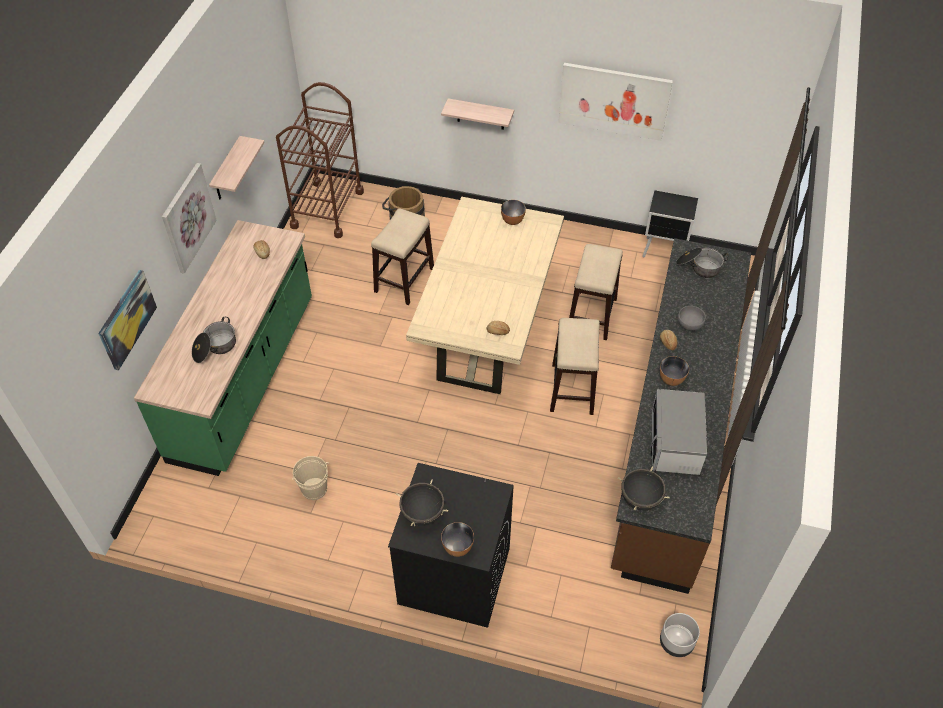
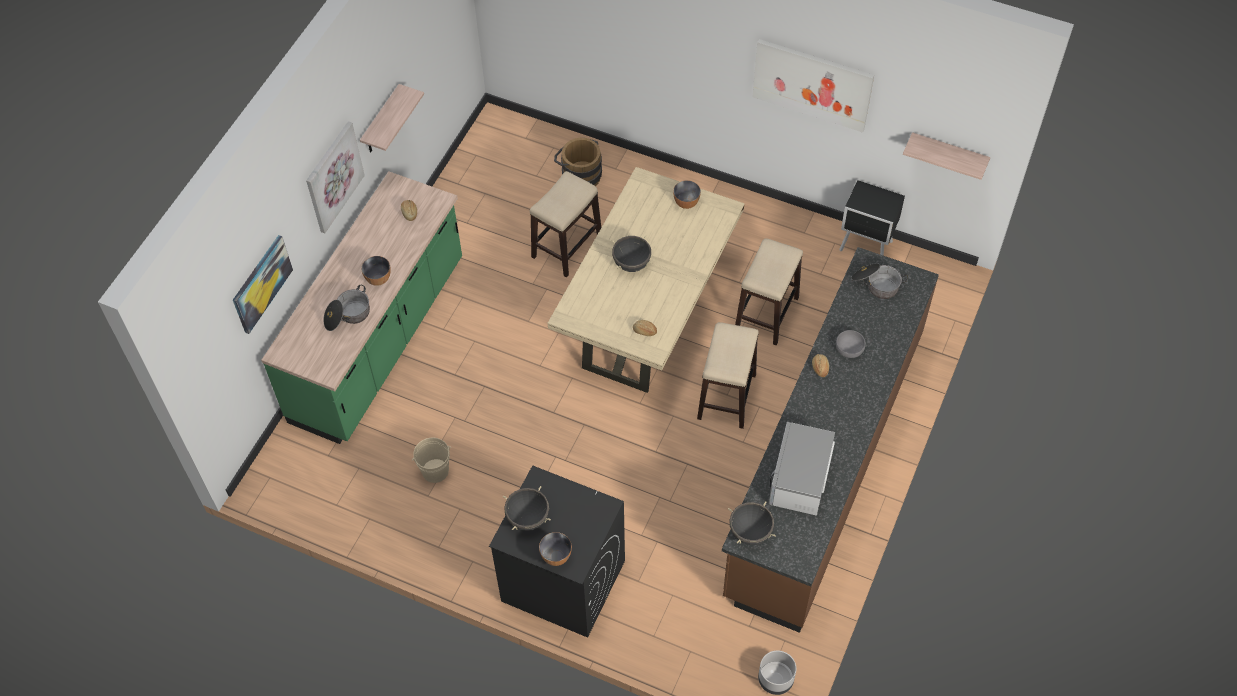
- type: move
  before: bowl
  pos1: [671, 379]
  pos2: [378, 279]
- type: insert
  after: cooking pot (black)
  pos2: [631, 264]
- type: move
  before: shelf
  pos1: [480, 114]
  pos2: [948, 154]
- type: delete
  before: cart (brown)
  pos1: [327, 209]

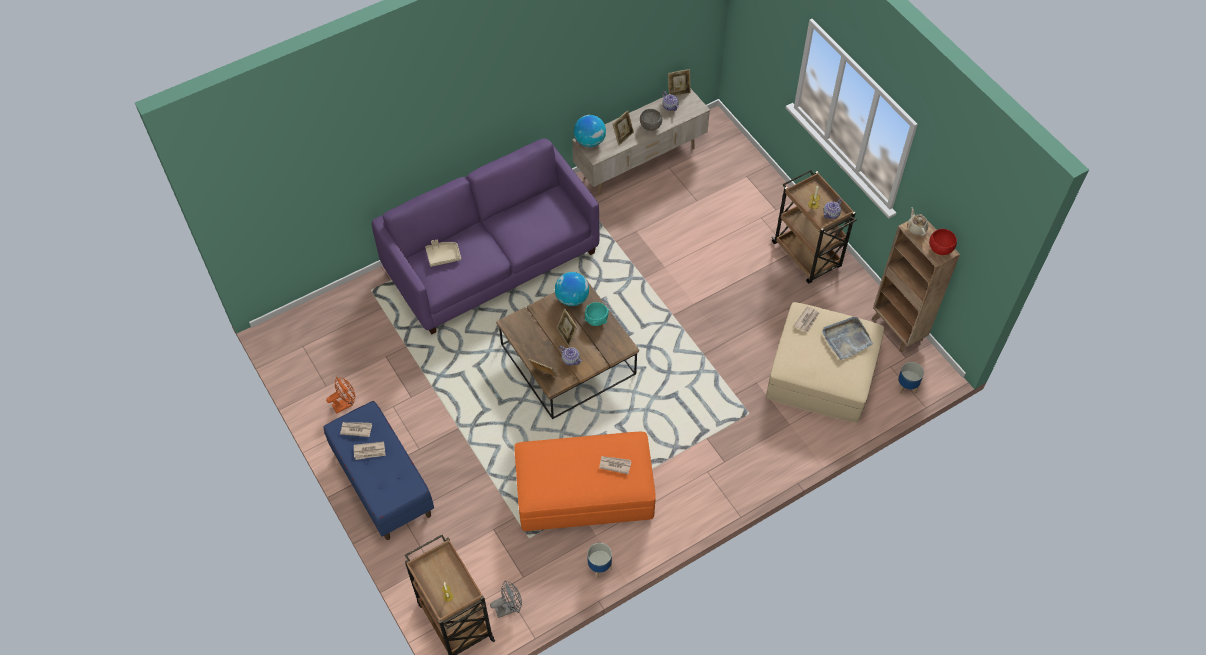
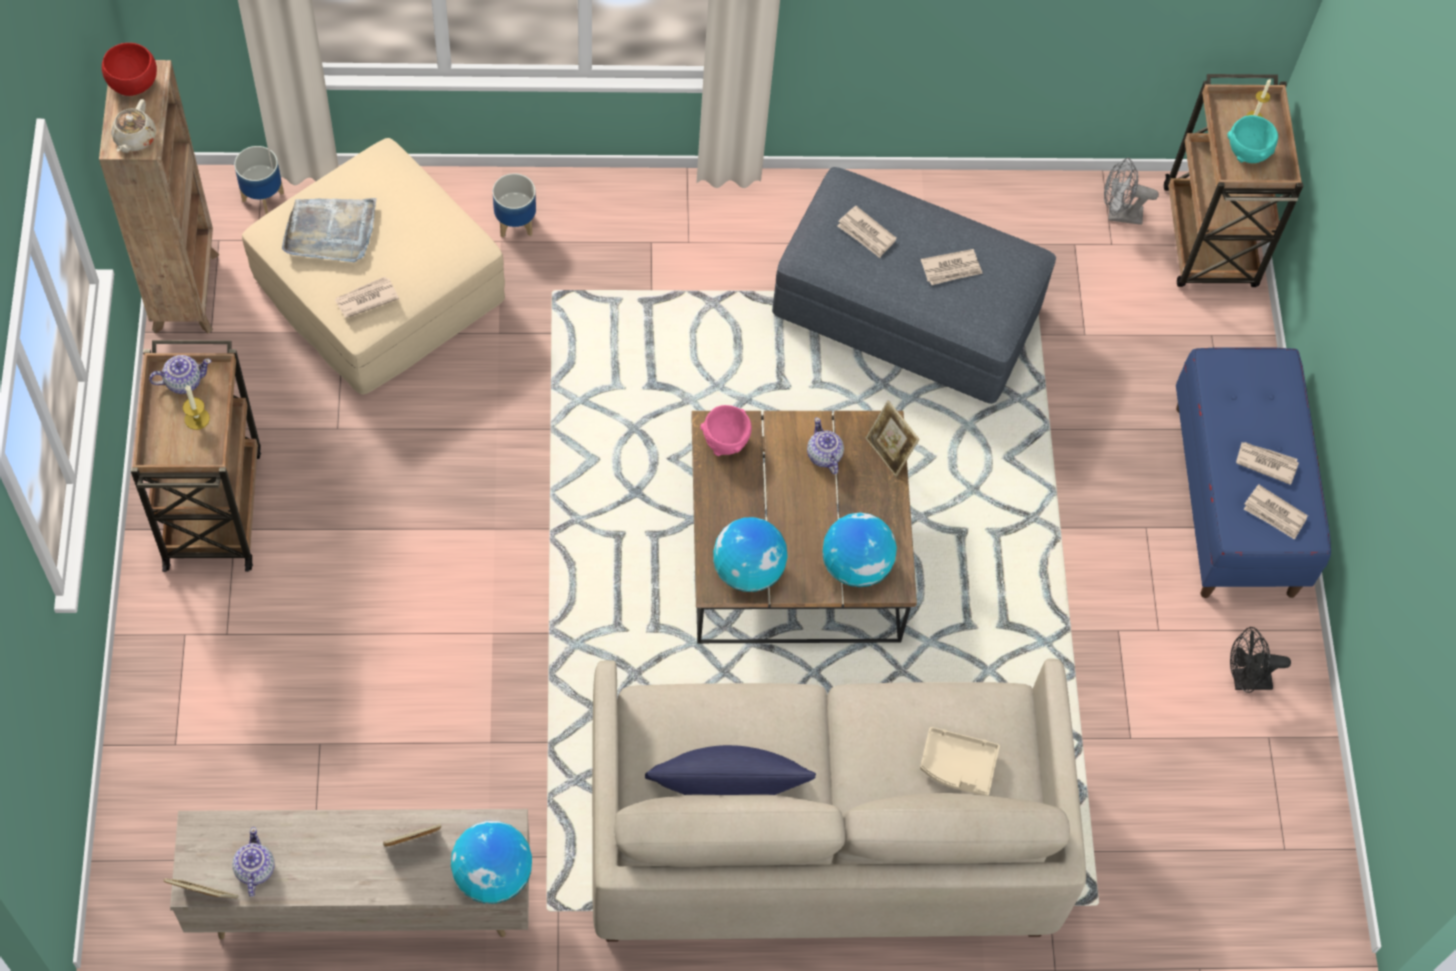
- type: move
  before: planter
  pos1: [599, 567]
  pos2: [515, 223]
- type: recolor
  before: sofa (purple)
  after: sofa (beige)
  pos1: [492, 261]
  pos2: [819, 836]
- type: insert
  after: pillow (blue)
  pos2: [727, 788]
- type: insert
  after: bowl (pink)
  pos2: [725, 441]
- type: recolor
  before: ottoman (orange)
  after: ottoman (grey)
  pos1: [584, 493]
  pos2: [907, 311]
- type: insert
  after: globe
  pos2: [856, 565]
- type: insert
  after: newspaper
  pos2: [951, 269]
- type: move
  before: bowl (turquoise)
  pos1: [596, 320]
  pos2: [1247, 152]
- type: recolor
  before: fan (orange)
  after: fan (black)
  pos1: [345, 404]
  pos2: [1245, 681]
- type: delete
  before: picture frame
  pos1: [567, 335]
- type: delete
  before: bowl (grey)
  pos1: [651, 126]

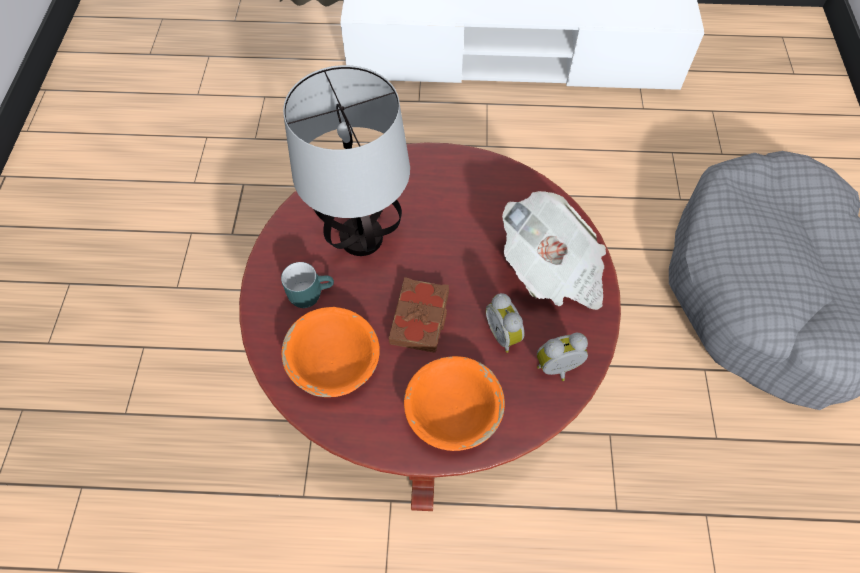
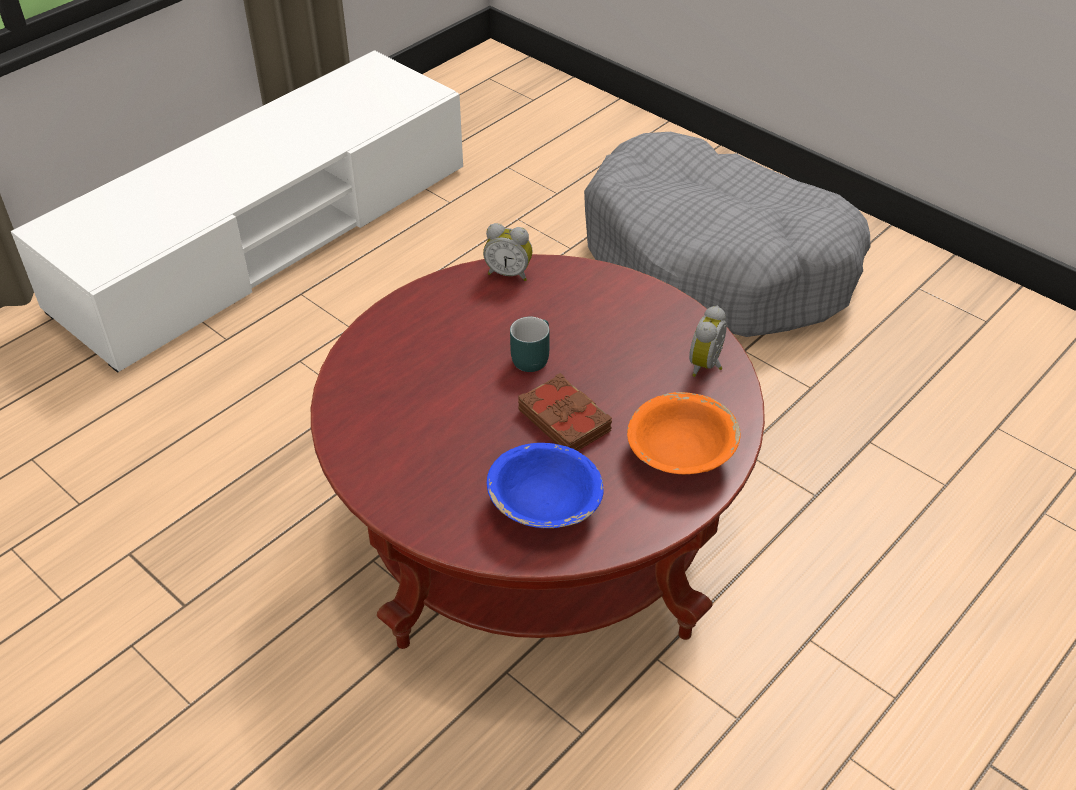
- type: move
  before: alarm clock
  pos1: [504, 334]
  pos2: [509, 273]
- type: recolor
  before: bowl (orange)
  after: bowl (blue)
  pos1: [334, 361]
  pos2: [545, 505]
- type: move
  before: mug (turquoise)
  pos1: [310, 292]
  pos2: [530, 356]
- type: delete
  before: table lamp
  pos1: [363, 238]
- type: delete
  before: newspaper
  pos1: [553, 270]

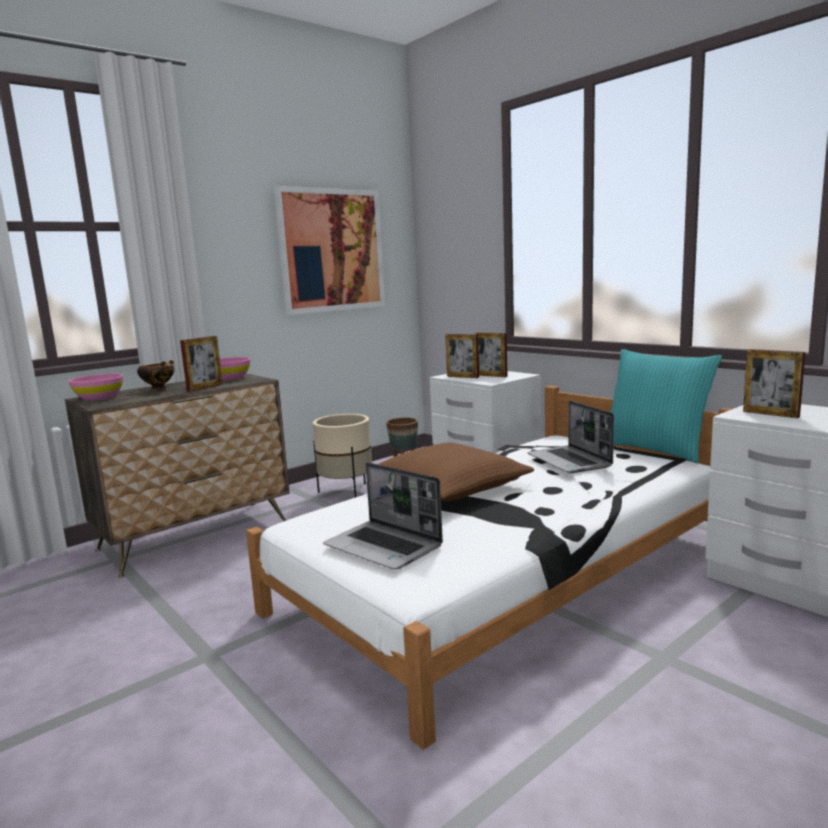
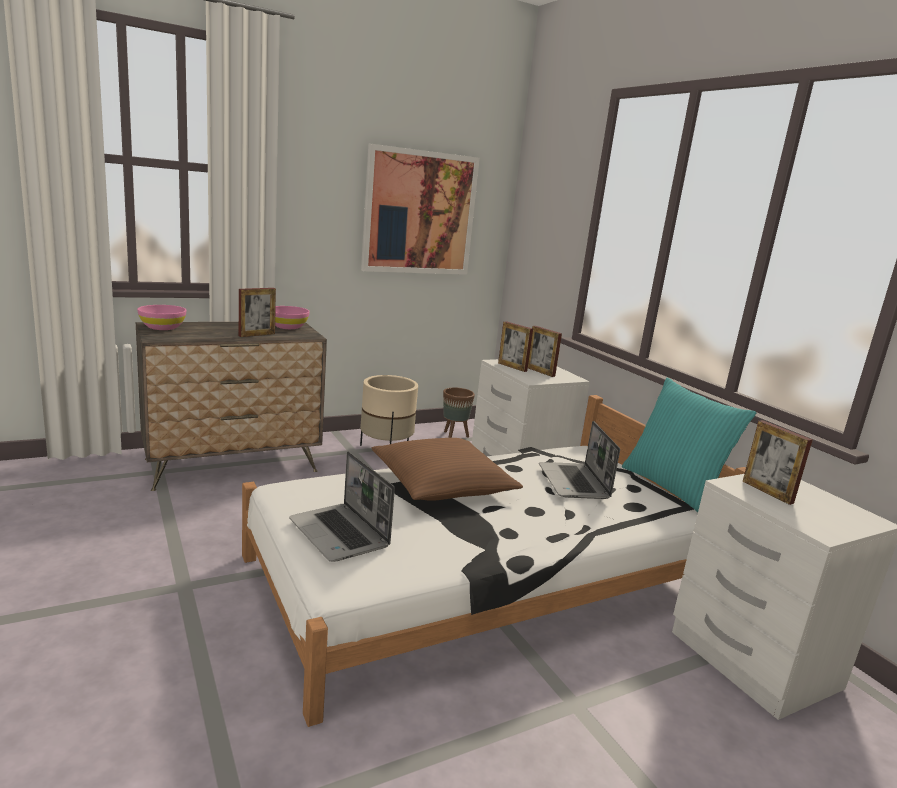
- type: delete
  before: bowl
  pos1: [159, 389]

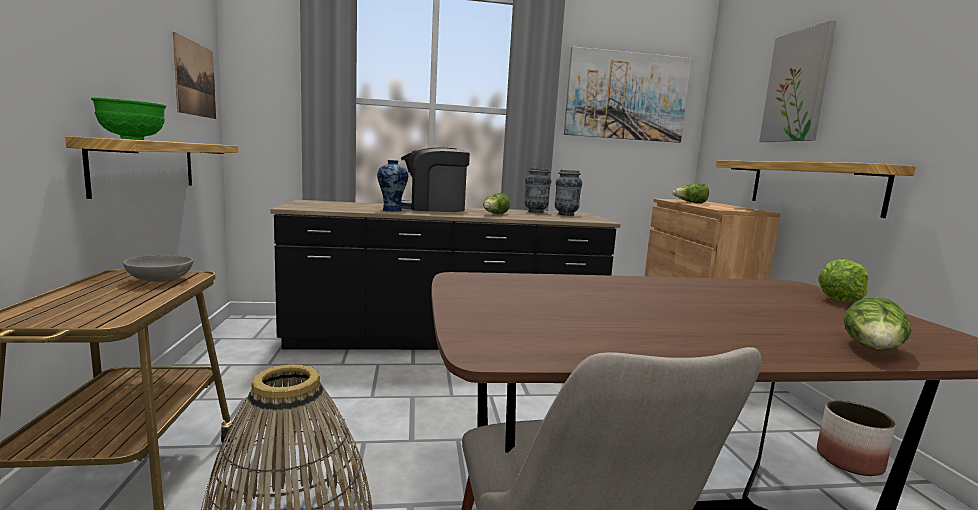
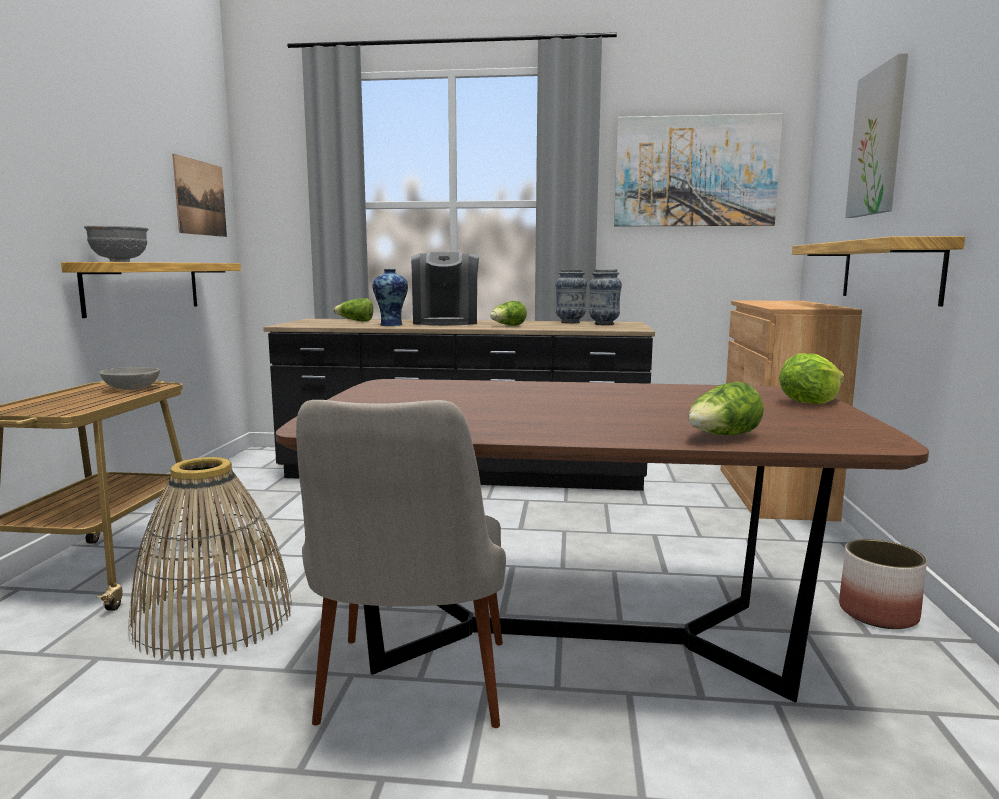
- type: recolor
  before: bowl (green)
  after: bowl (grey)
  pos1: [133, 139]
  pos2: [120, 261]
- type: move
  before: lettuce
  pos1: [690, 203]
  pos2: [355, 321]
- type: rotate
  before: coffee machine
  pos1: [433, 208]
  pos2: [445, 322]
  turn: -105

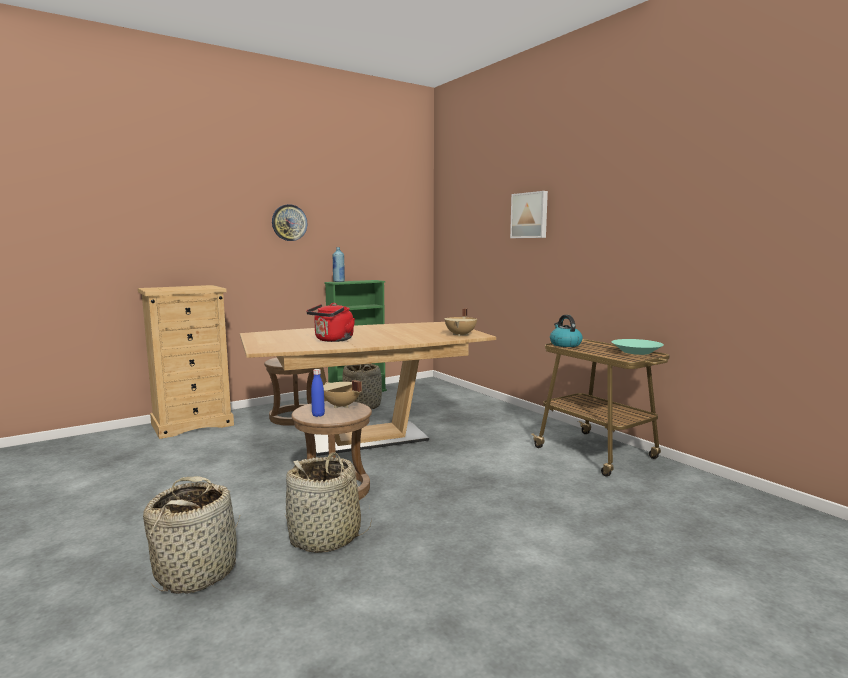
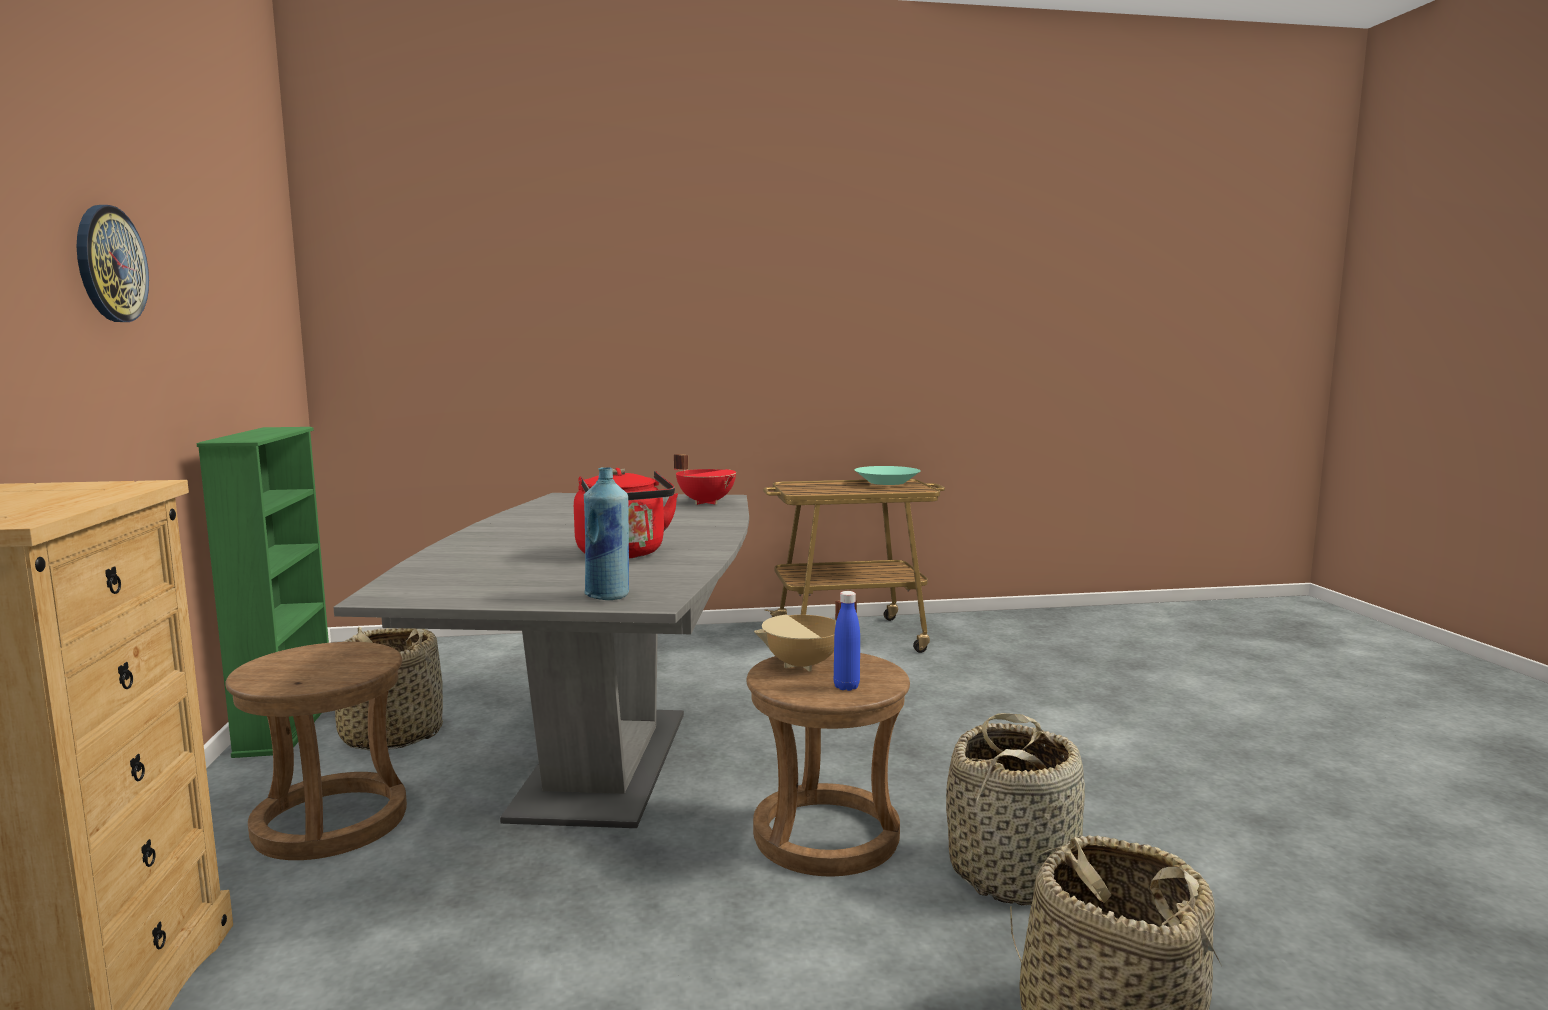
- type: recolor
  before: dining table (brown)
  after: dining table (grey)
  pos1: [367, 439]
  pos2: [603, 764]
- type: move
  before: bottle (blue)
  pos1: [338, 281]
  pos2: [608, 596]
- type: recolor
  before: cooking pot (beige)
  after: cooking pot (red)
  pos1: [461, 335]
  pos2: [706, 502]
- type: delete
  before: picture
  pos1: [530, 215]
- type: delete
  before: kettle
  pos1: [565, 344]

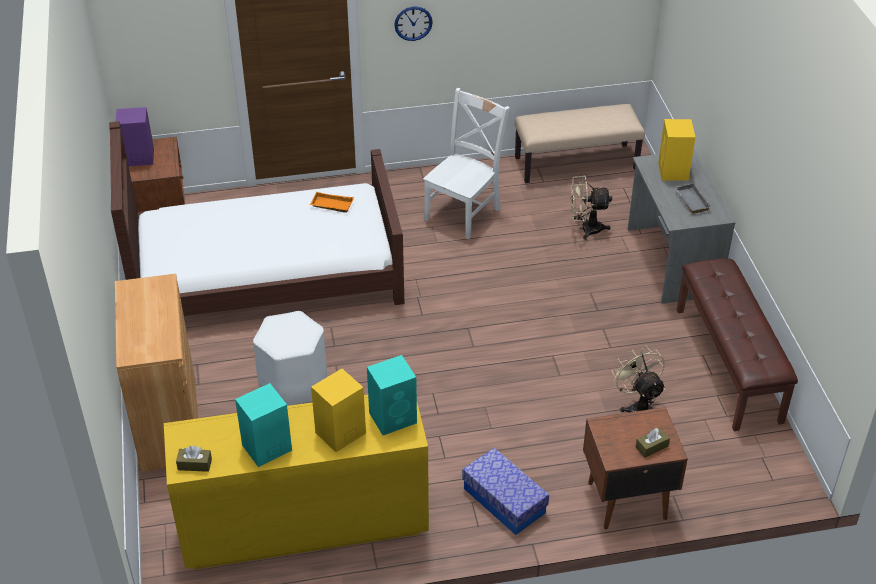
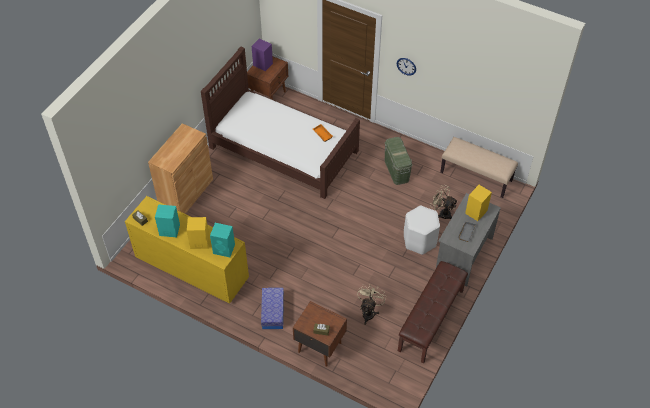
- type: replace
  before: chair (white)
  after: storage box (green)
  pos1: [464, 212]
  pos2: [396, 170]
- type: move
  before: stool (white)
  pos1: [293, 384]
  pos2: [419, 240]

